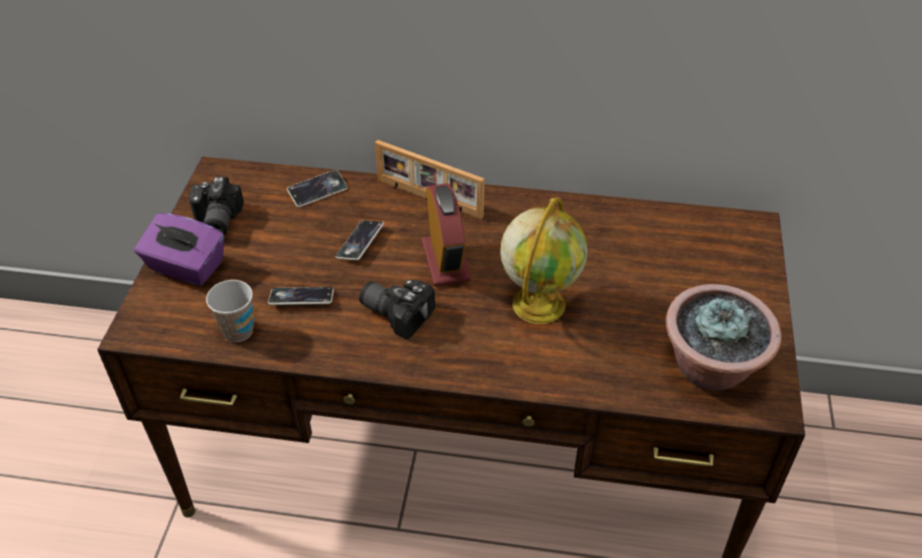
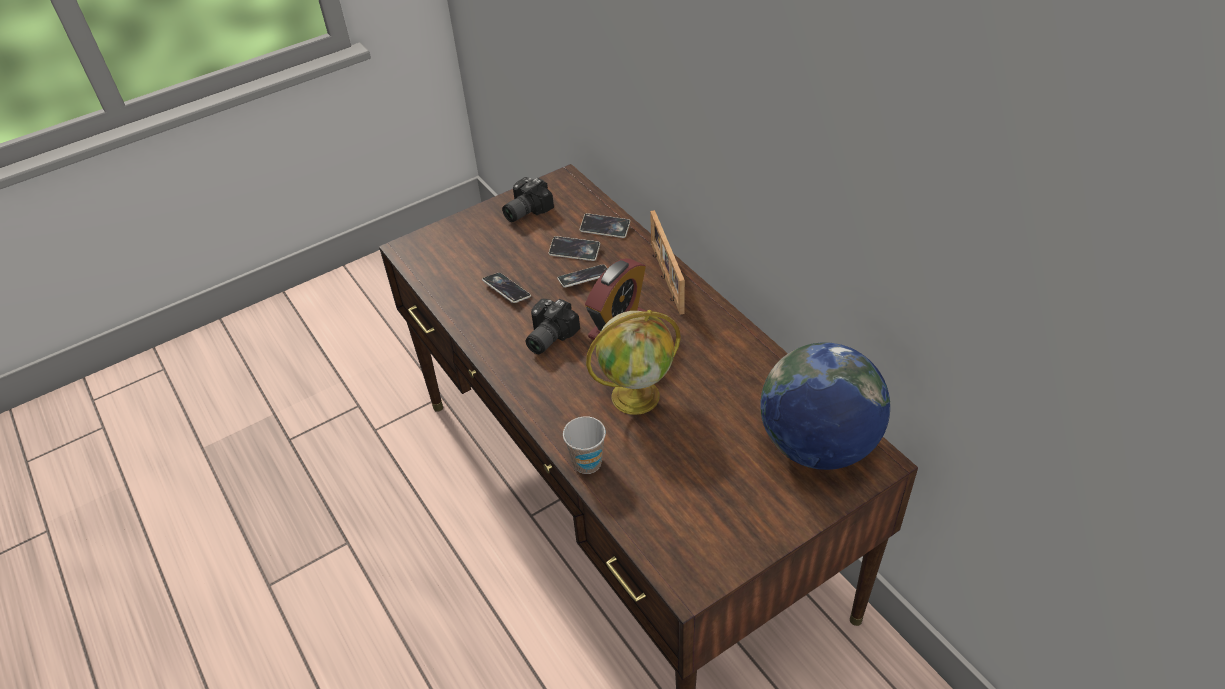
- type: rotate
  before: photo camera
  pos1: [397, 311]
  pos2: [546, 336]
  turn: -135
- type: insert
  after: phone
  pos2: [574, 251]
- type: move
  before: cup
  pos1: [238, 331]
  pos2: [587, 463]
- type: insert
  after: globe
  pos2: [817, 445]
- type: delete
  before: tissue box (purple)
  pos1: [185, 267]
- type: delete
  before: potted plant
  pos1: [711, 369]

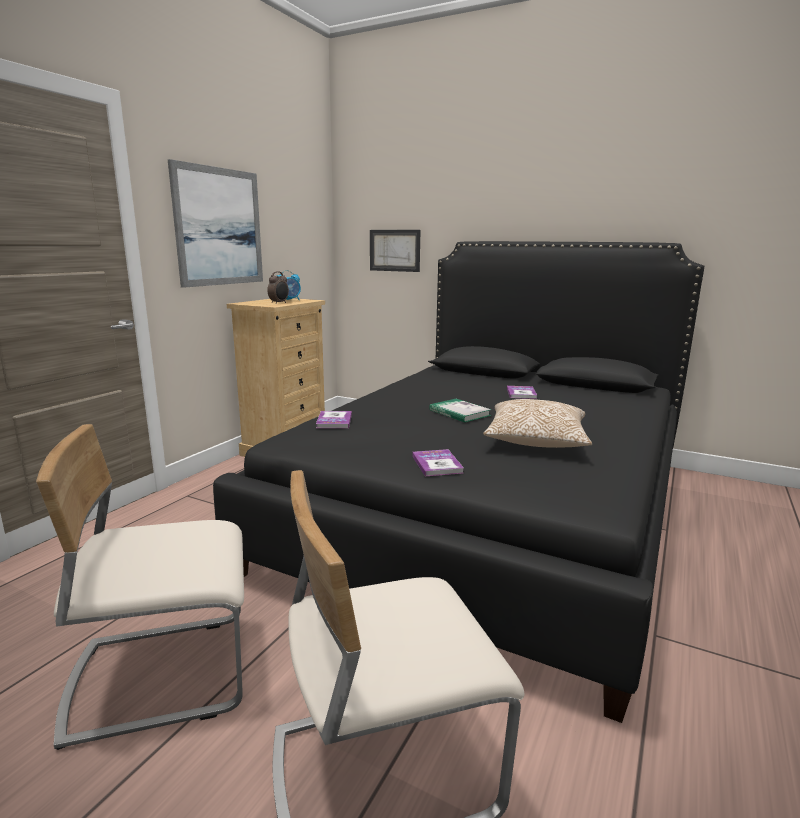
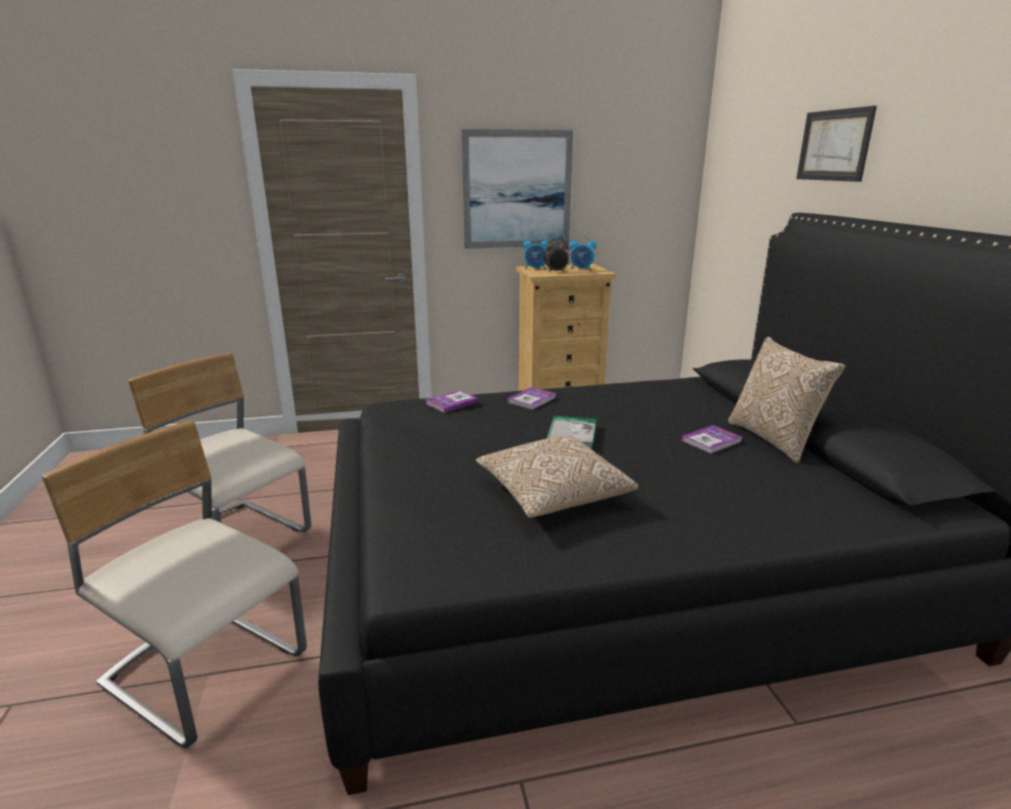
- type: move
  before: book
  pos1: [437, 464]
  pos2: [531, 400]
- type: insert
  after: alarm clock
  pos2: [536, 268]
- type: insert
  after: pillow
  pos2: [774, 439]
- type: move
  before: picture
  pos1: [394, 250]
  pos2: [834, 145]

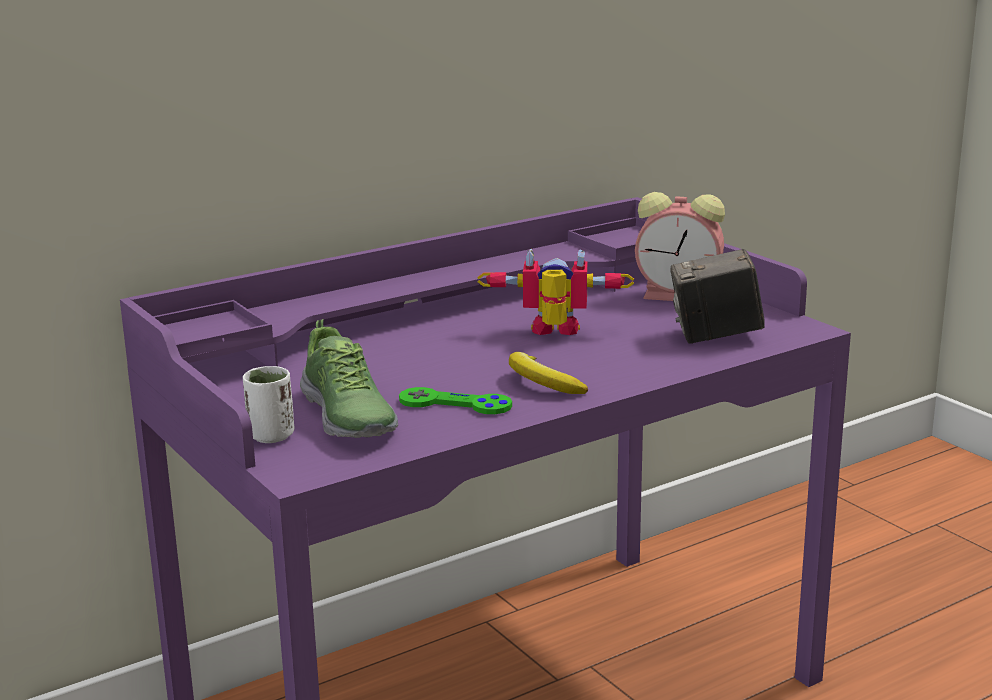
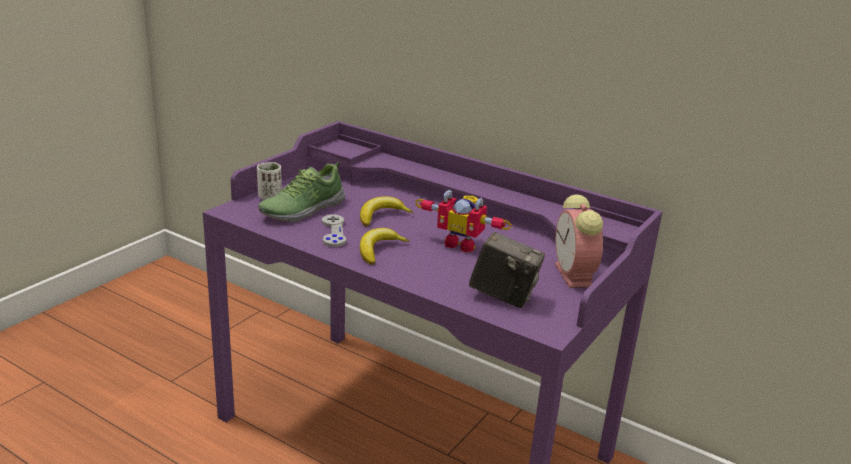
- type: recolor
  before: game controller (green)
  after: game controller (grey)
  pos1: [455, 404]
  pos2: [333, 232]
- type: insert
  after: banana
  pos2: [381, 216]
- type: rotate
  before: toy robot
  pos1: [555, 334]
  pos2: [461, 244]
  turn: 135
- type: rotate
  before: photo camera
  pos1: [715, 336]
  pos2: [503, 296]
  turn: 135

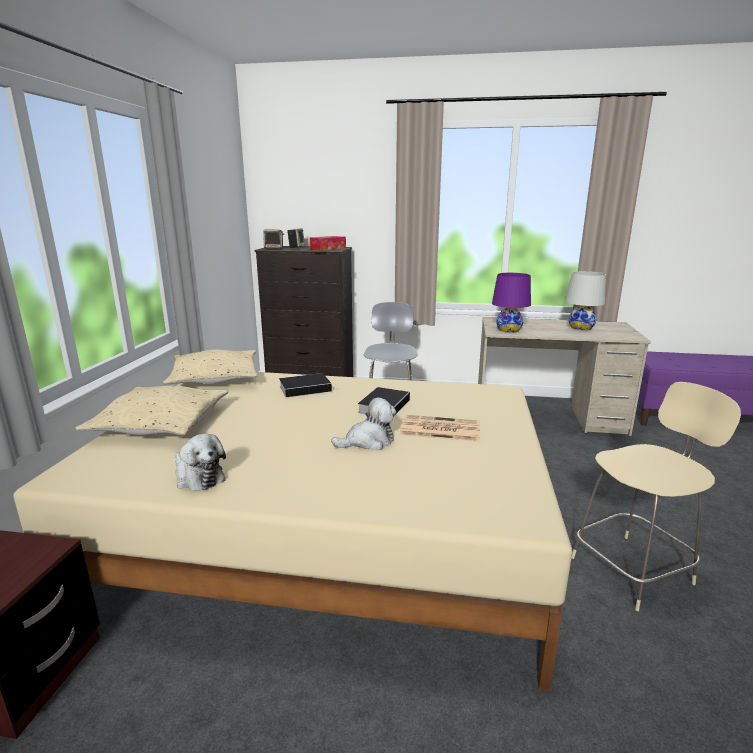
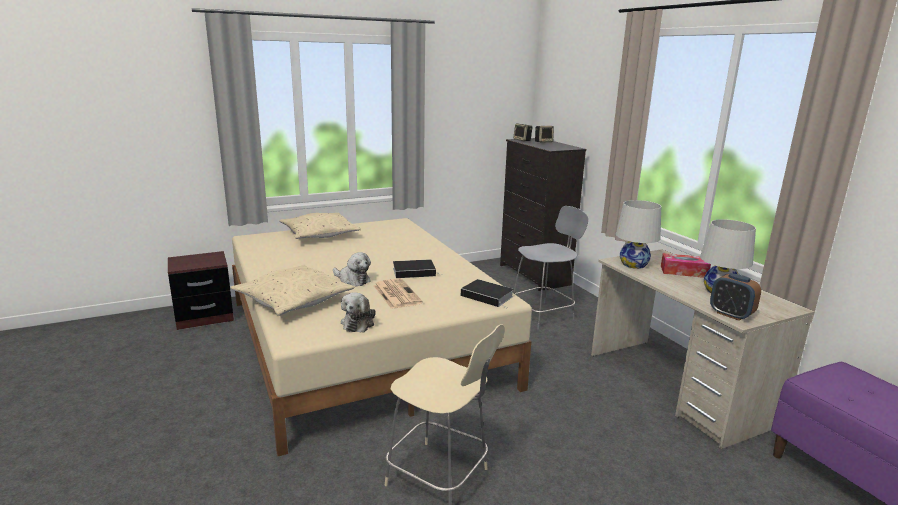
- type: move
  before: pillow (beige)
  pos1: [215, 378]
  pos2: [293, 300]
- type: move
  before: plush toy
  pos1: [198, 477]
  pos2: [358, 323]
- type: move
  before: book
  pos1: [306, 388]
  pos2: [488, 296]
- type: recolor
  before: table lamp (purple)
  after: table lamp (white)
  pos1: [508, 330]
  pos2: [634, 264]
- type: move
  before: tissue box
  pos1: [328, 248]
  pos2: [683, 272]
- type: insert
  after: alarm clock
  pos2: [731, 314]

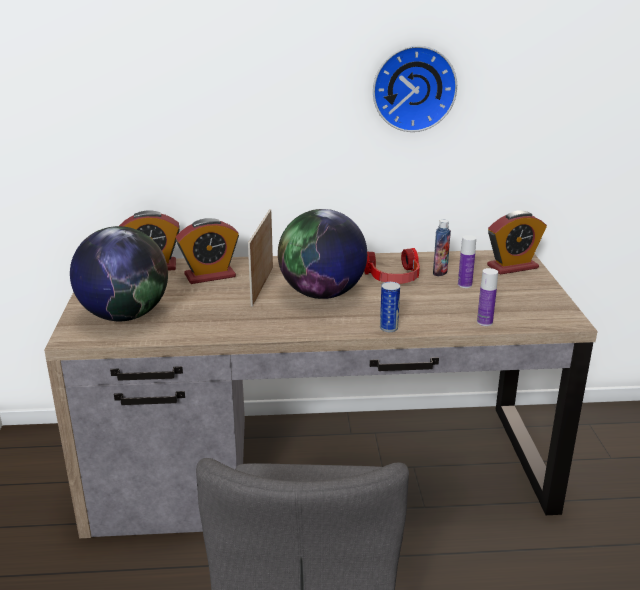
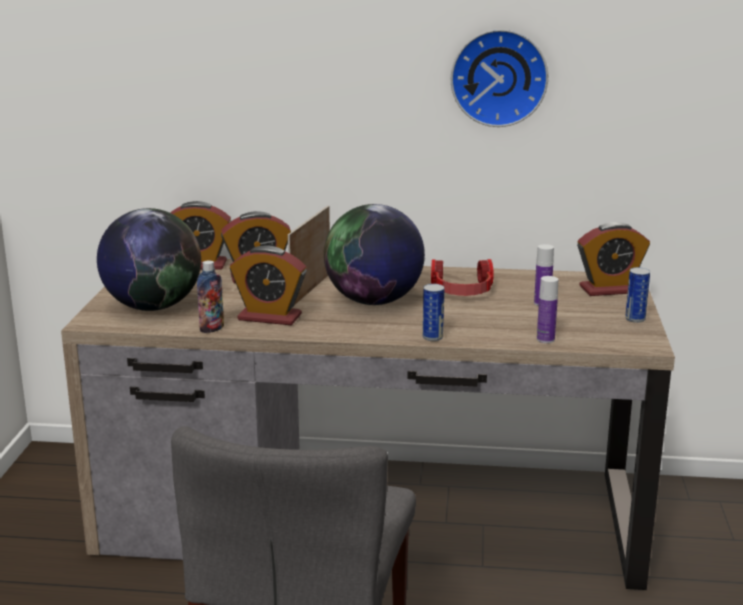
- type: move
  before: bottle
  pos1: [440, 272]
  pos2: [212, 328]
- type: insert
  after: alarm clock
  pos2: [269, 317]
- type: insert
  after: can
  pos2: [635, 319]

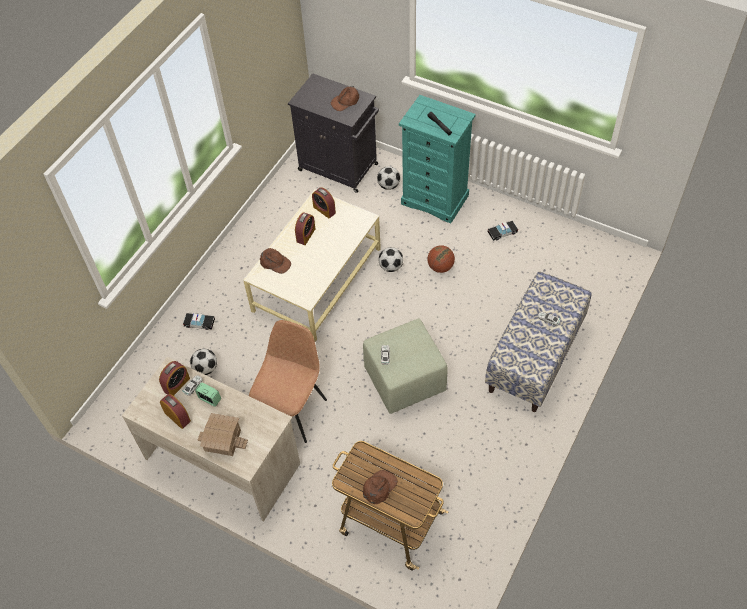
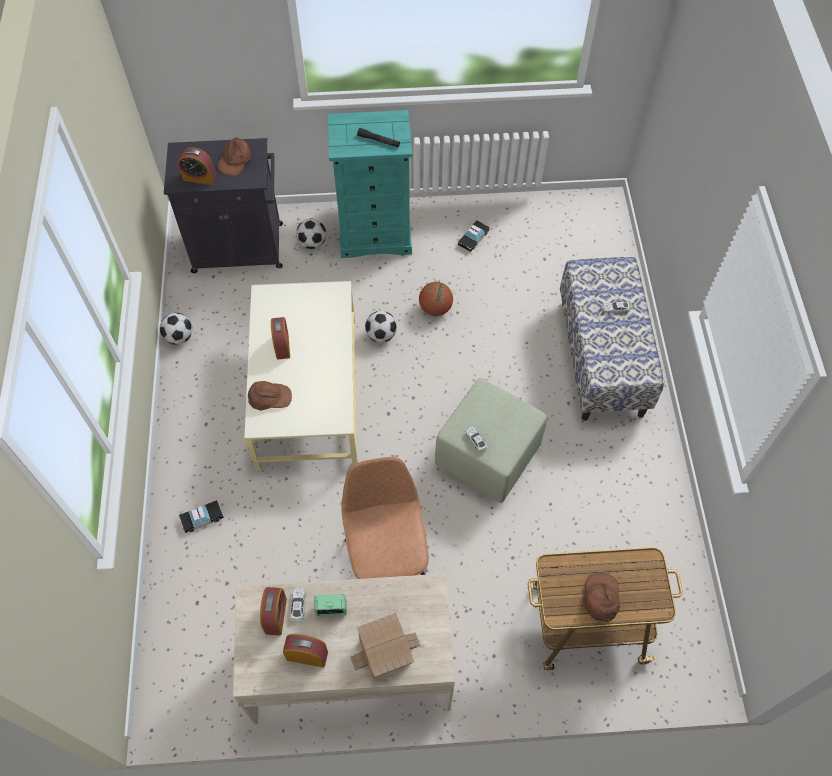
- type: move
  before: football
  pos1: [205, 368]
  pos2: [179, 337]
- type: move
  before: alarm clock
  pos1: [324, 210]
  pos2: [199, 178]

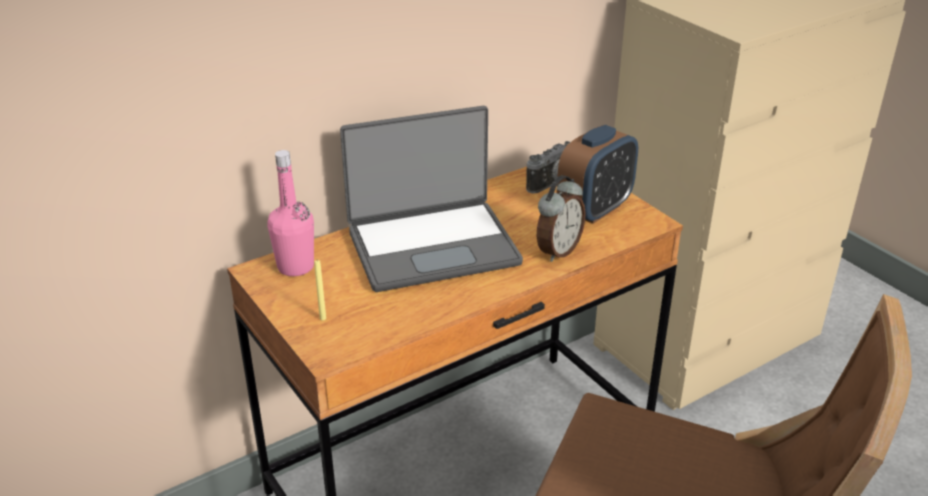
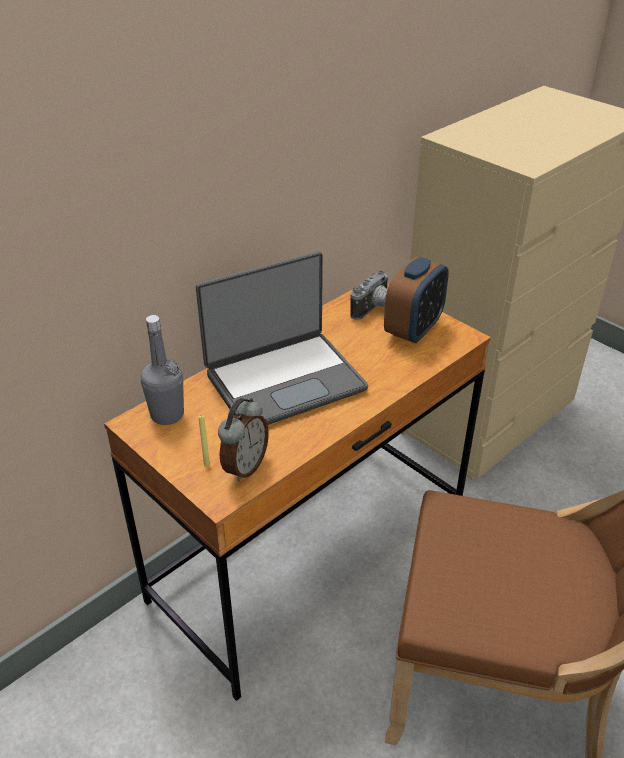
- type: recolor
  before: bottle (pink)
  after: bottle (grey)
  pos1: [295, 267]
  pos2: [167, 415]
- type: move
  before: alarm clock
  pos1: [557, 251]
  pos2: [244, 466]

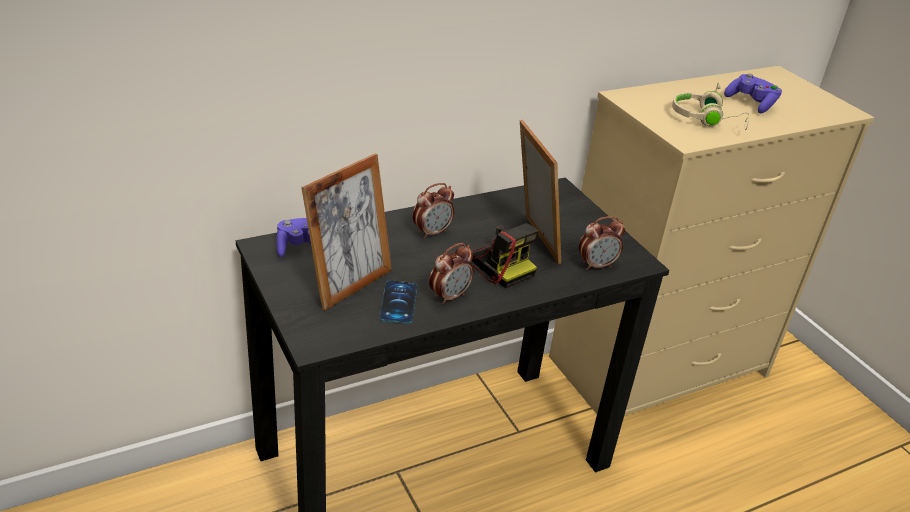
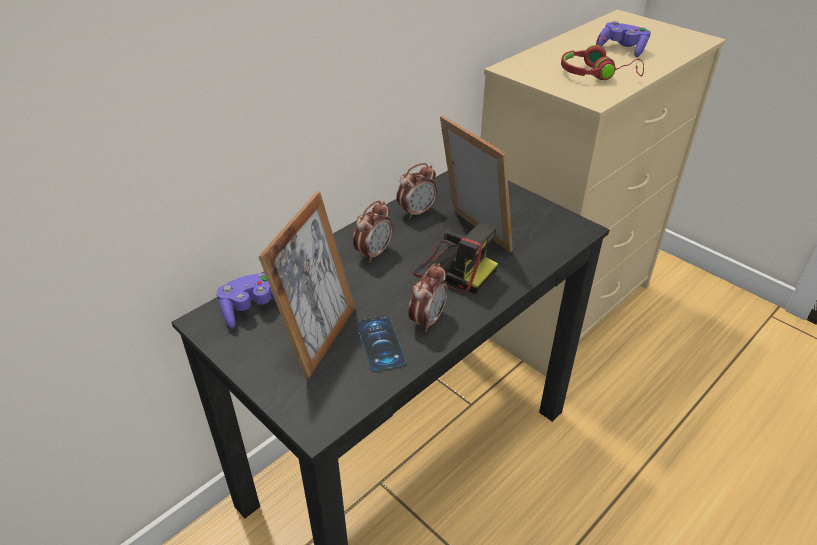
- type: move
  before: alarm clock
  pos1: [596, 265]
  pos2: [416, 212]
- type: recolor
  before: headphones (beige)
  after: headphones (red)
  pos1: [706, 119]
  pos2: [596, 74]

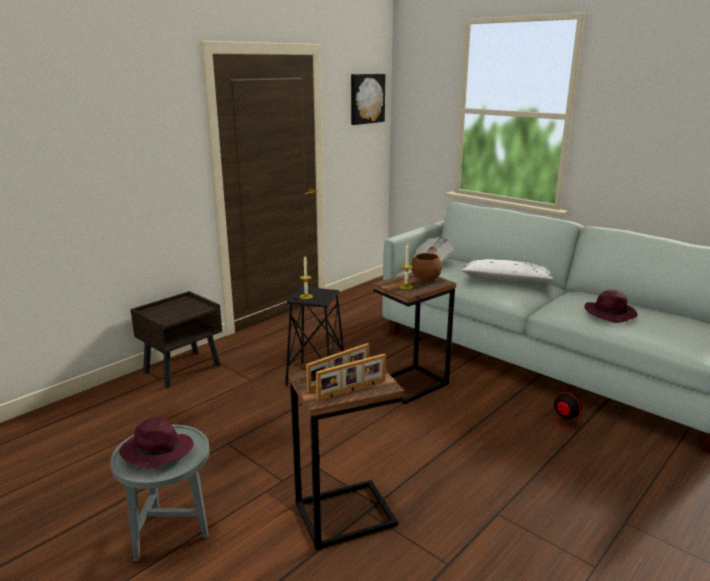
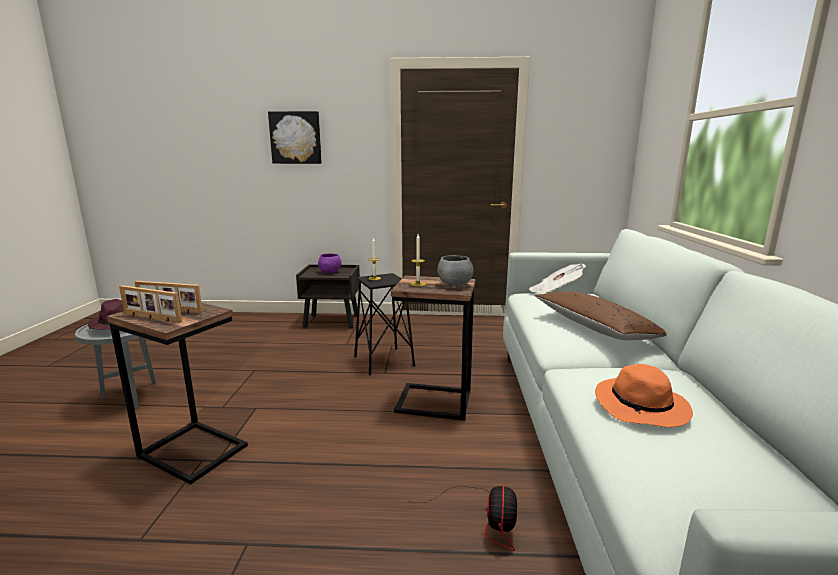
- type: move
  before: picture
  pos1: [366, 98]
  pos2: [296, 138]
- type: insert
  after: bowl (purple)
  pos2: [330, 272]
- type: recolor
  before: bowl (brown)
  after: bowl (grey)
  pos1: [425, 278]
  pos2: [455, 284]
- type: recolor
  before: pillow (white)
  after: pillow (brown)
  pos1: [506, 281]
  pos2: [595, 327]
- type: recolor
  before: hat (purple)
  after: hat (orange)
  pos1: [611, 314]
  pos2: [642, 408]

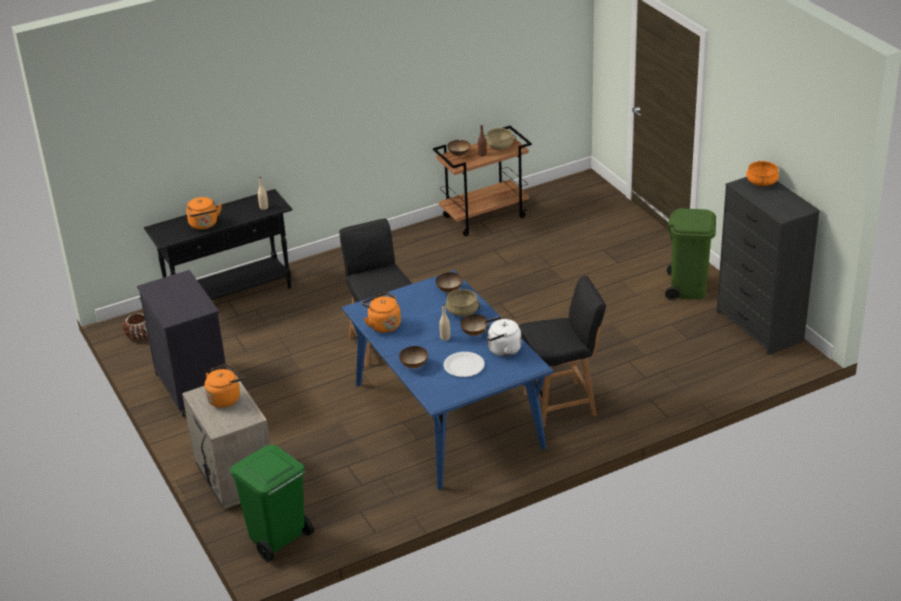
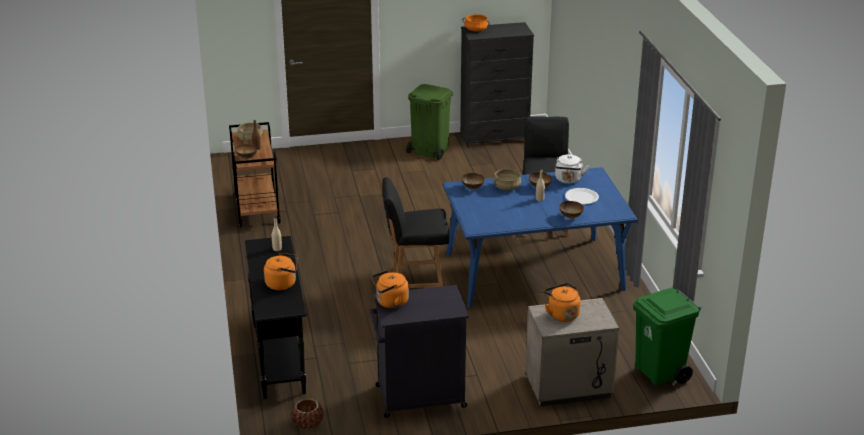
- type: move
  before: kettle (orange)
  pos1: [383, 325]
  pos2: [390, 302]

